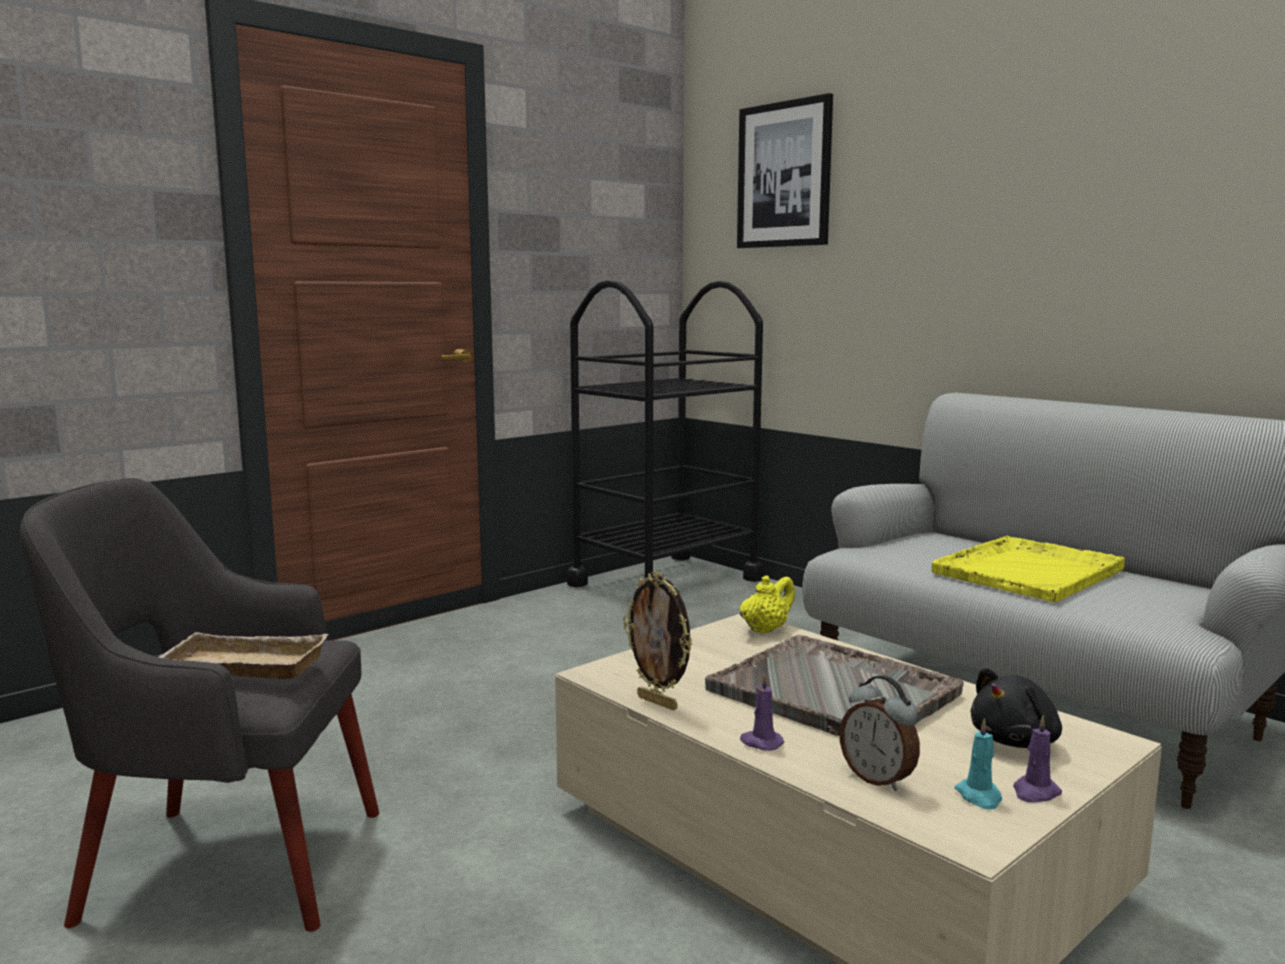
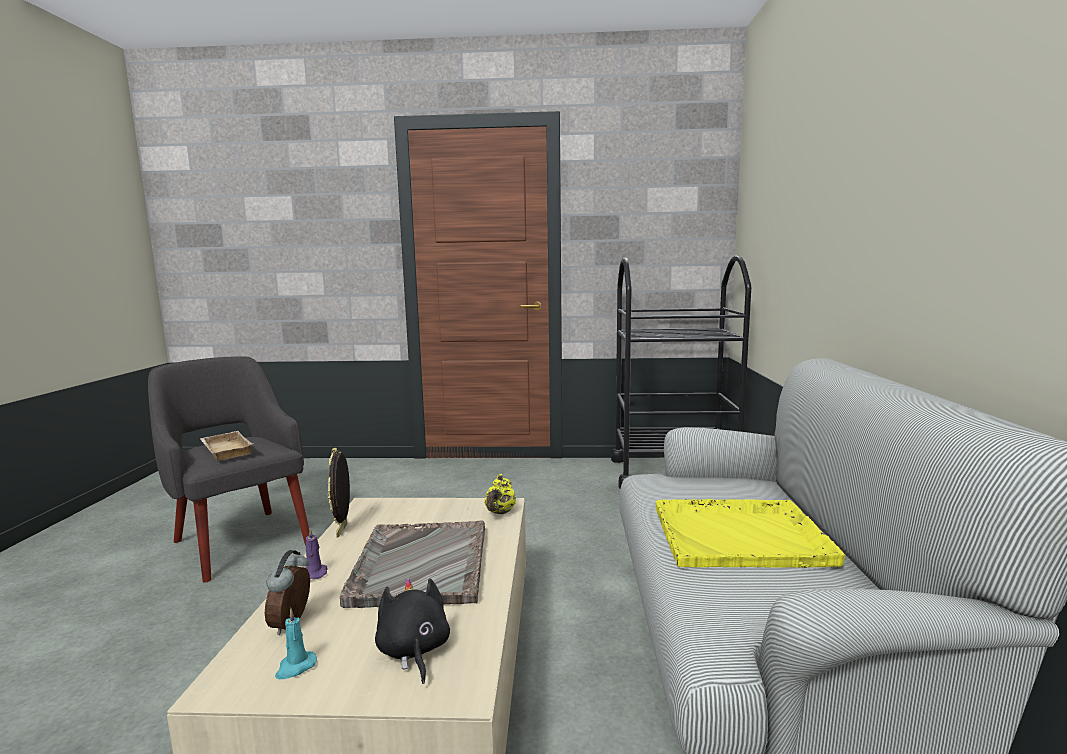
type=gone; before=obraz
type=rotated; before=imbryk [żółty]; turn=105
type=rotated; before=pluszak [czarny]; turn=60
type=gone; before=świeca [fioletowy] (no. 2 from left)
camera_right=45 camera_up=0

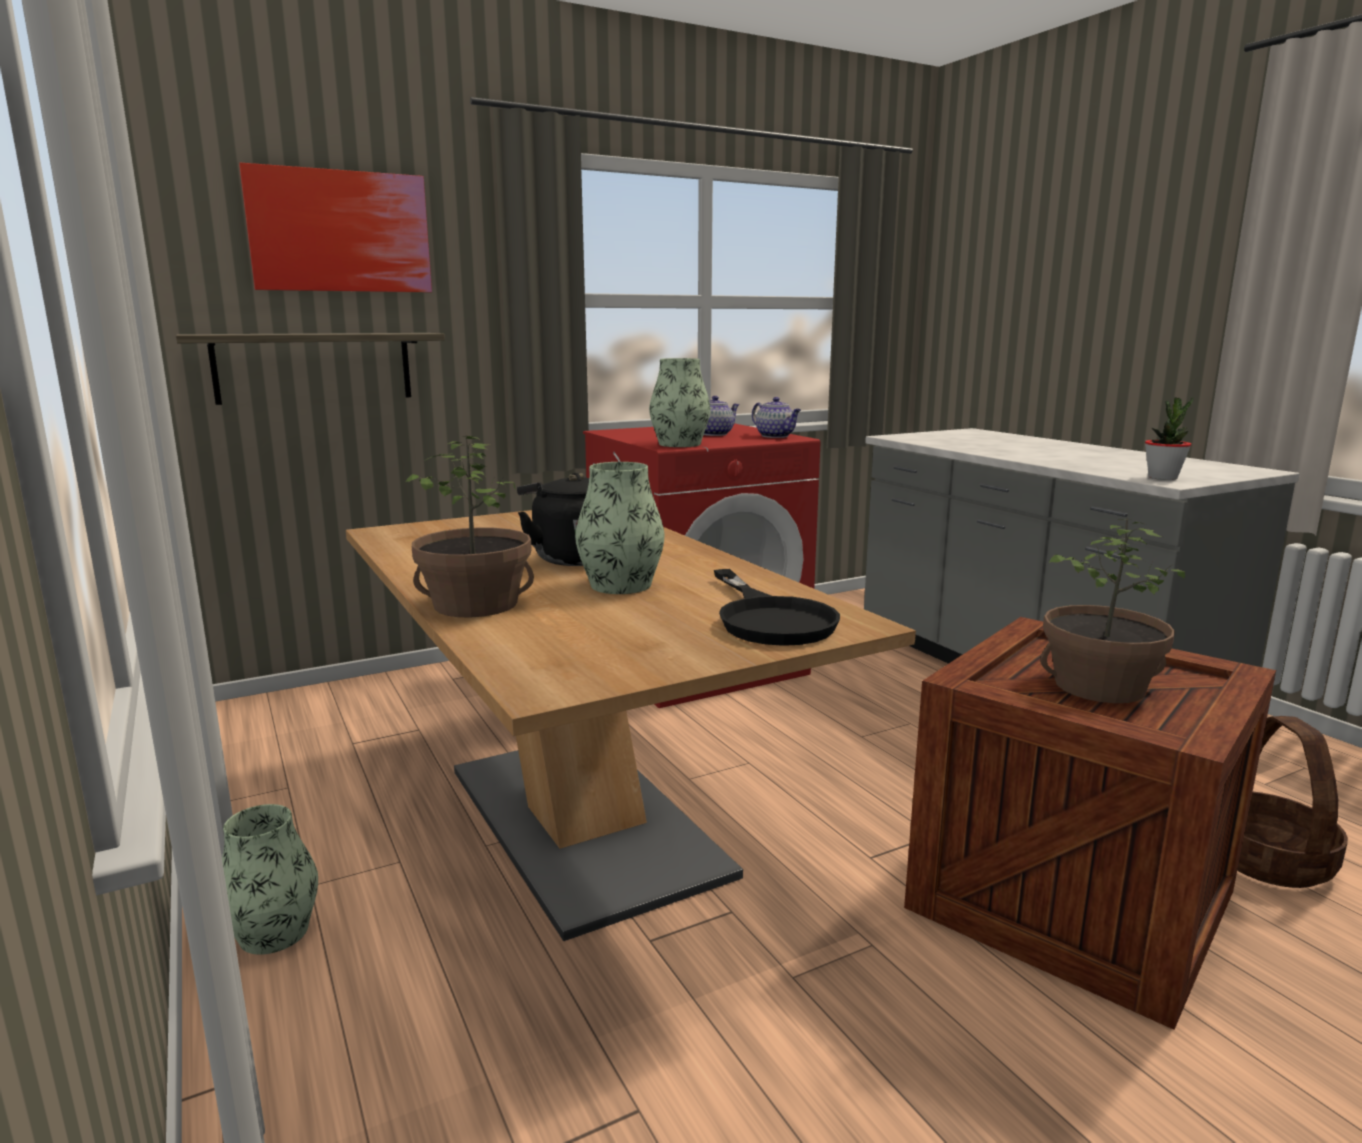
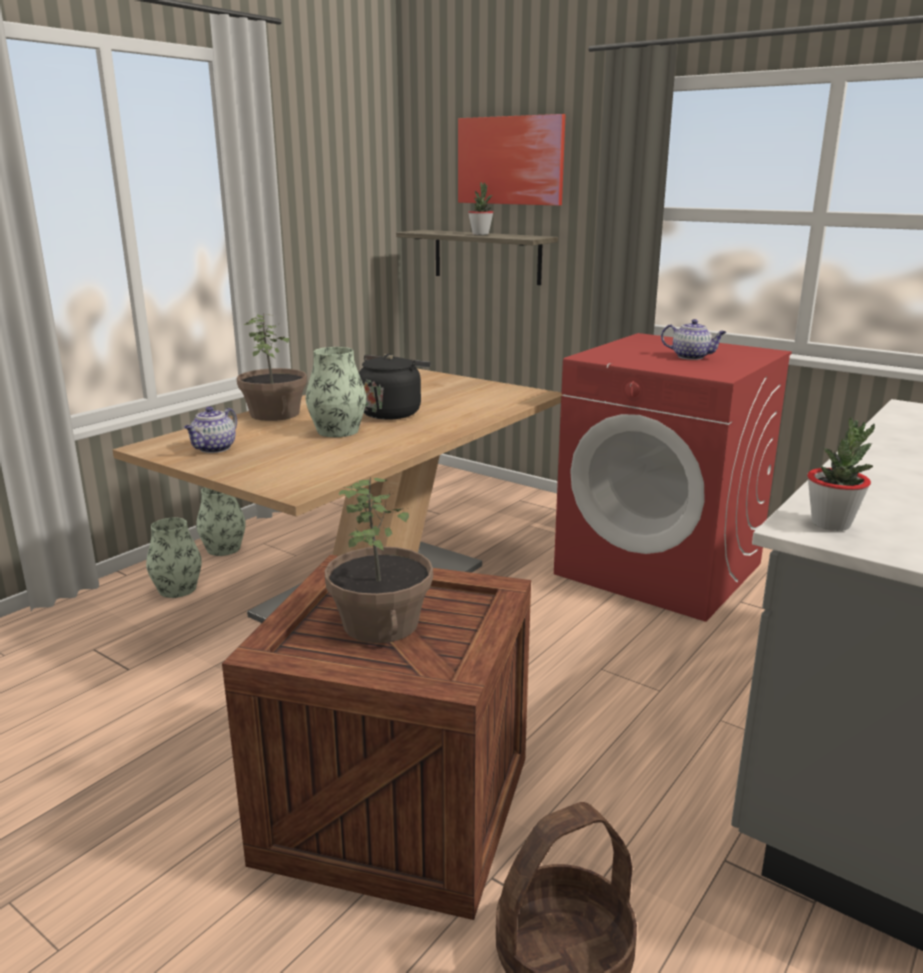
type=shifted; before=wazon (no. 3 from left in the first image); after=wazon (no. 1 from left)
type=shifted; before=imbryk (no. 2 from left in the first image); after=imbryk (no. 1 from left)
type=gone; before=patelnia [czarny]
type=new; after=roślina doniczkowa (no. 3 from left)
camera_right=65 camera_up=5

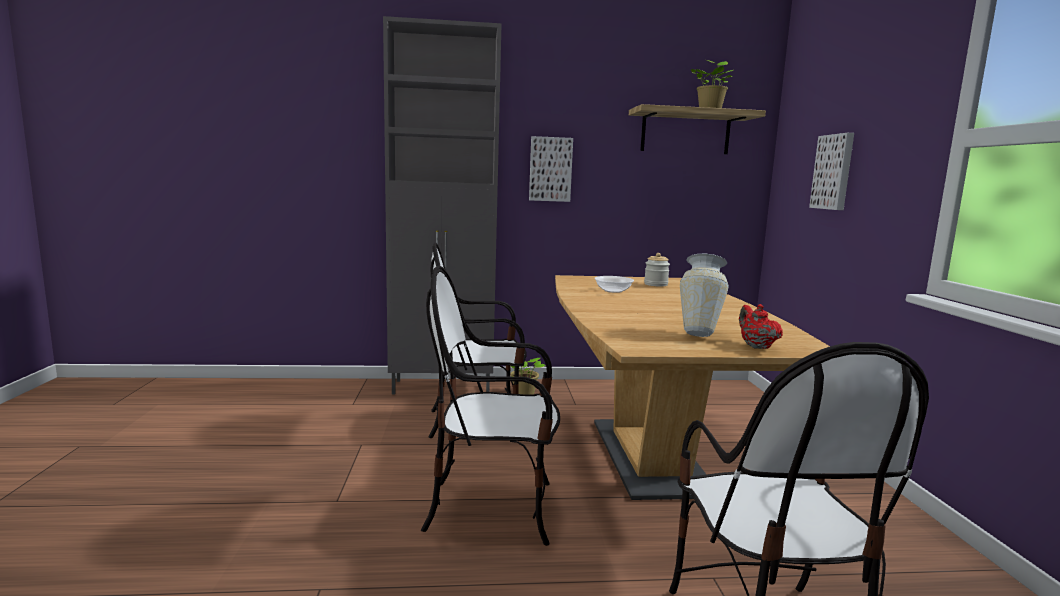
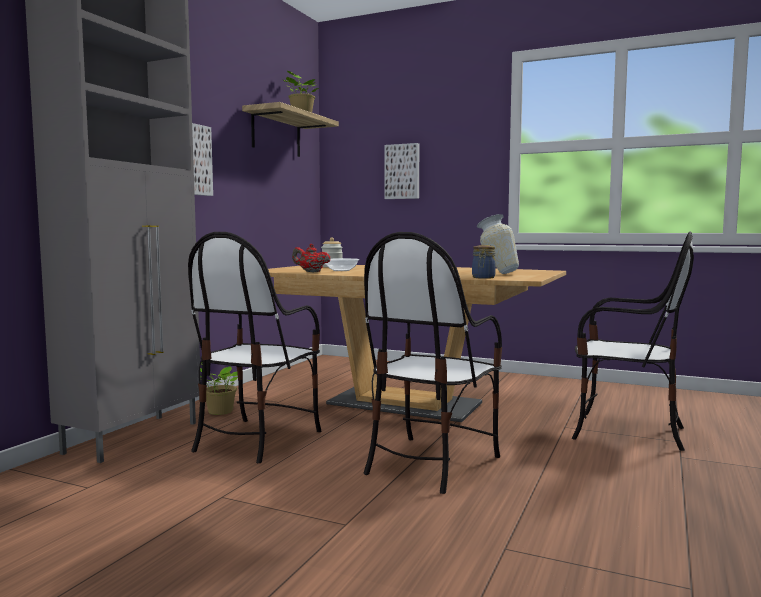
type=shifted; before=imbryk [czerwony]
type=new; after=słoik (no. 2 from left)
camera_right=-60 camera_up=-5

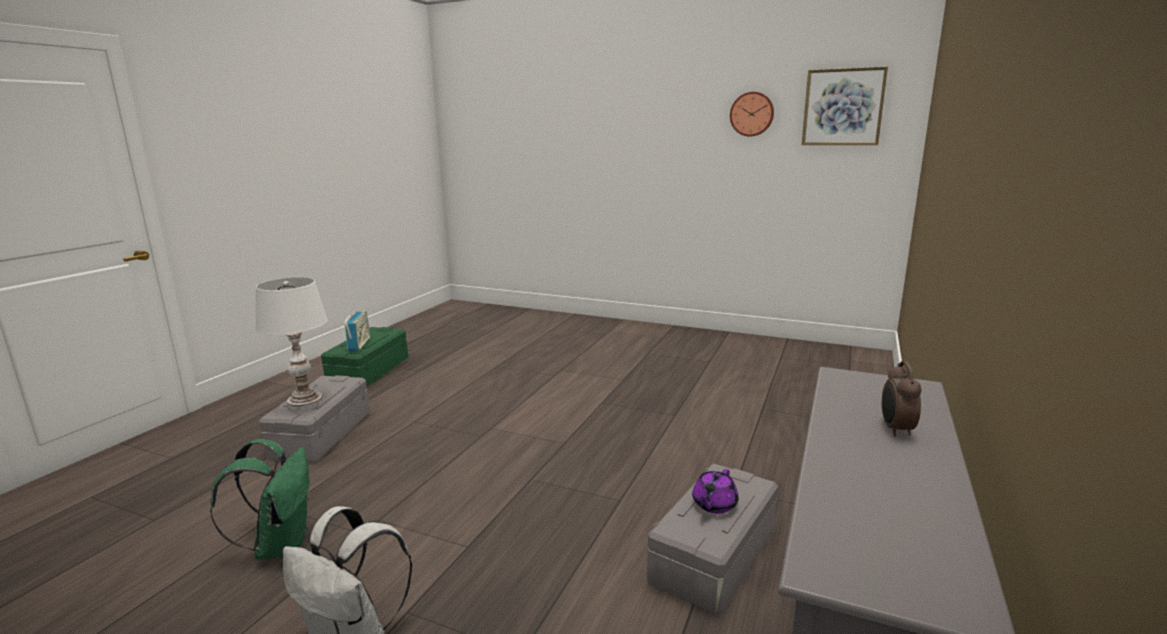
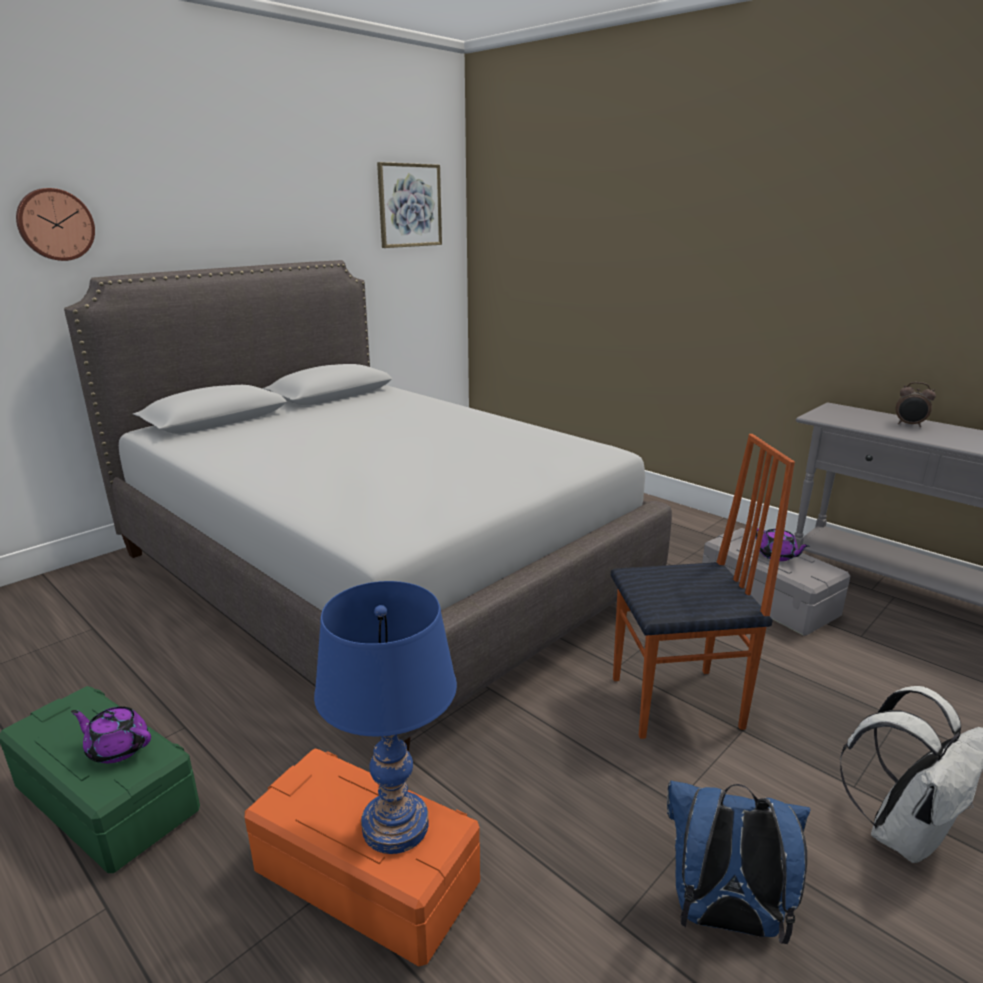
type=shifted; before=zegar ścienny
type=repainted; before=lampa stołowa [biały]; after=lampa stołowa [niebieski]
type=swapped; before=radio; after=imbryk [fioletowy] (no. 1 from left)
type=repainted; before=pojemnik do przechowywania [szary] (no. 1 from left); after=pojemnik do przechowywania [pomarańczowy]
type=repainted; before=plecak [zielony]; after=plecak [niebieski]
type=new; after=łóżko [szary]
type=new; after=krzesło
camera_right=-70 camera_up=5

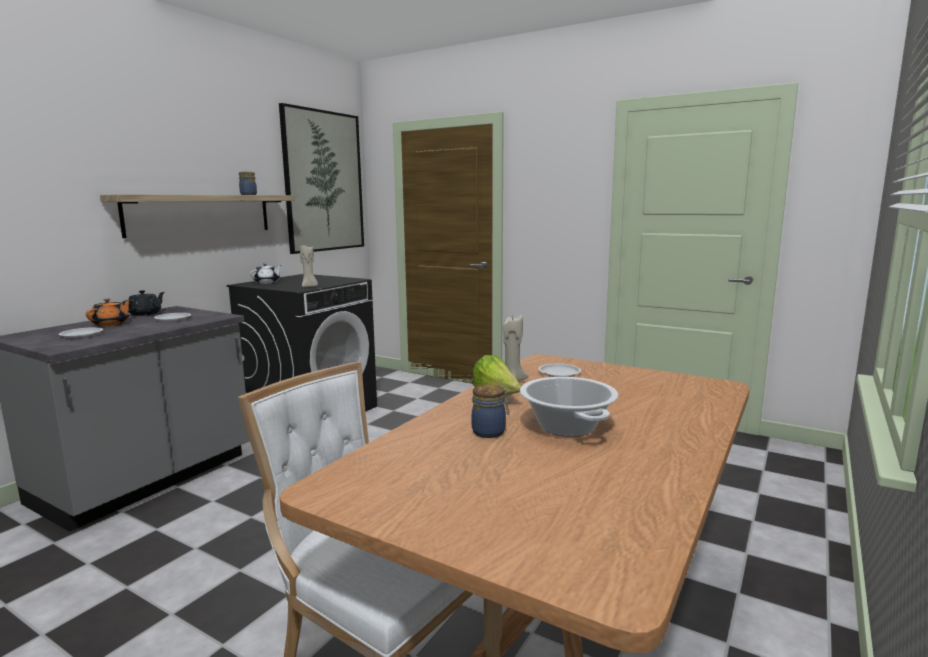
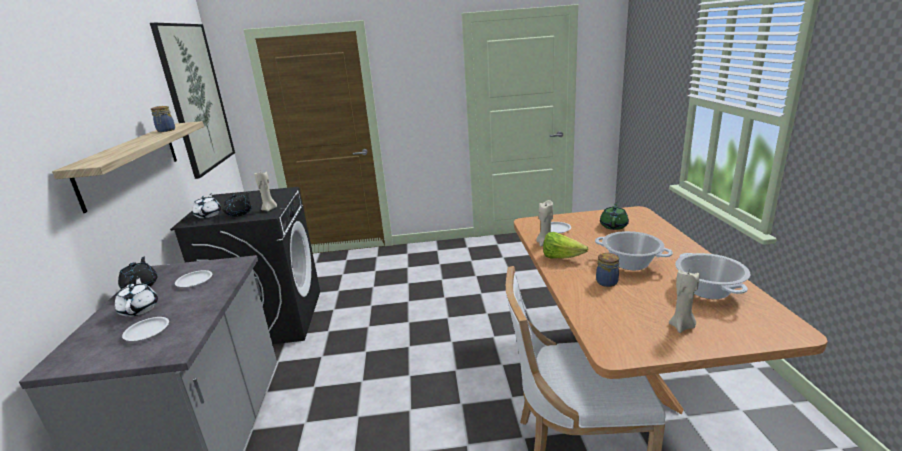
type=repainted; before=imbryk [pomarańczowy]; after=imbryk [biały] (no. 1 from left)
type=new; after=imbryk [czarny] (no. 2 from left)
type=new; after=imbryk [zielony]
type=new; after=garnek (no. 2 from left)
type=new; after=świeca [beżowy] (no. 3 from left)
camera_right=-35 camera_up=10

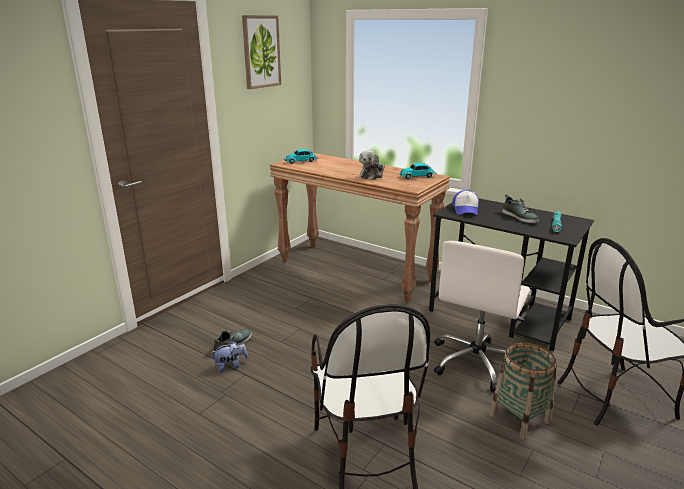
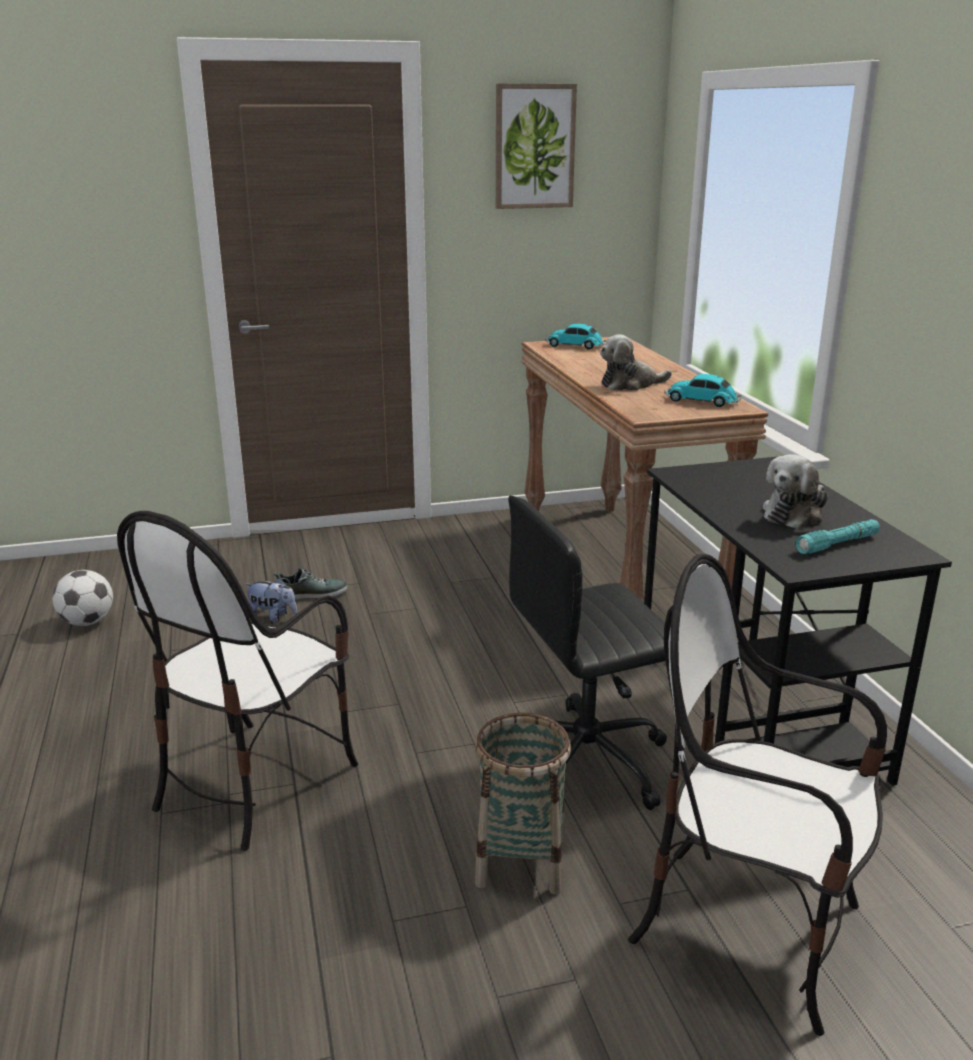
type=gone; before=czapka z daszkiem
type=swapped; before=but (no. 2 from left); after=pluszak (no. 3 from left)
type=repainted; before=krzesło biurowe [biały]; after=krzesło biurowe [czarny]
type=new; after=piłka futbolowa
camera_right=40 camera_up=0

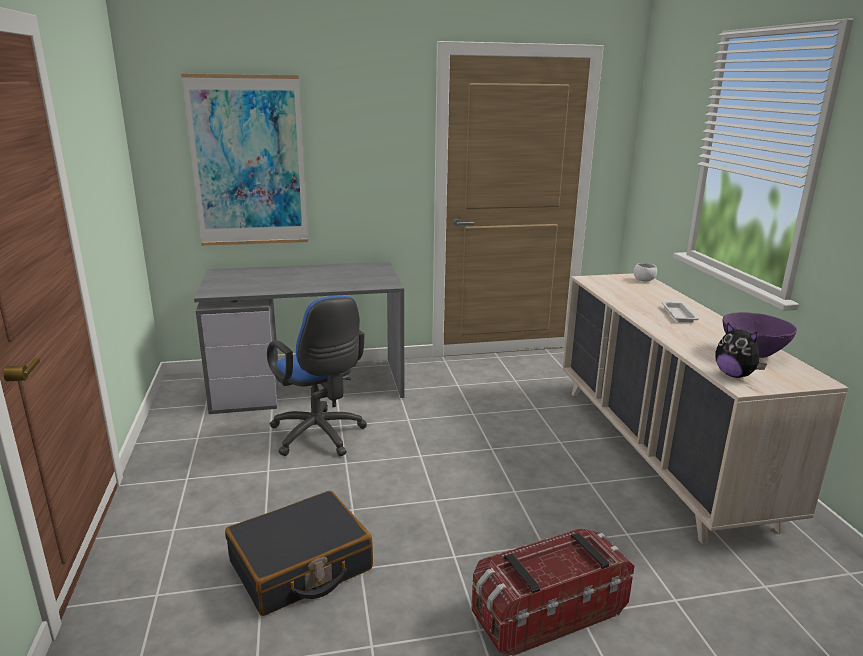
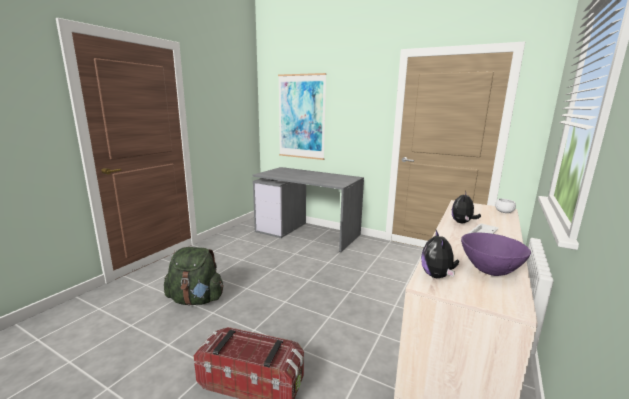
type=gone; before=krzesło biurowe [niebieski]
type=swapped; before=walizka [czarny]; after=plecak [zielony]
type=new; after=pluszak (no. 2 from left)
camera_right=40 camera_up=-5

